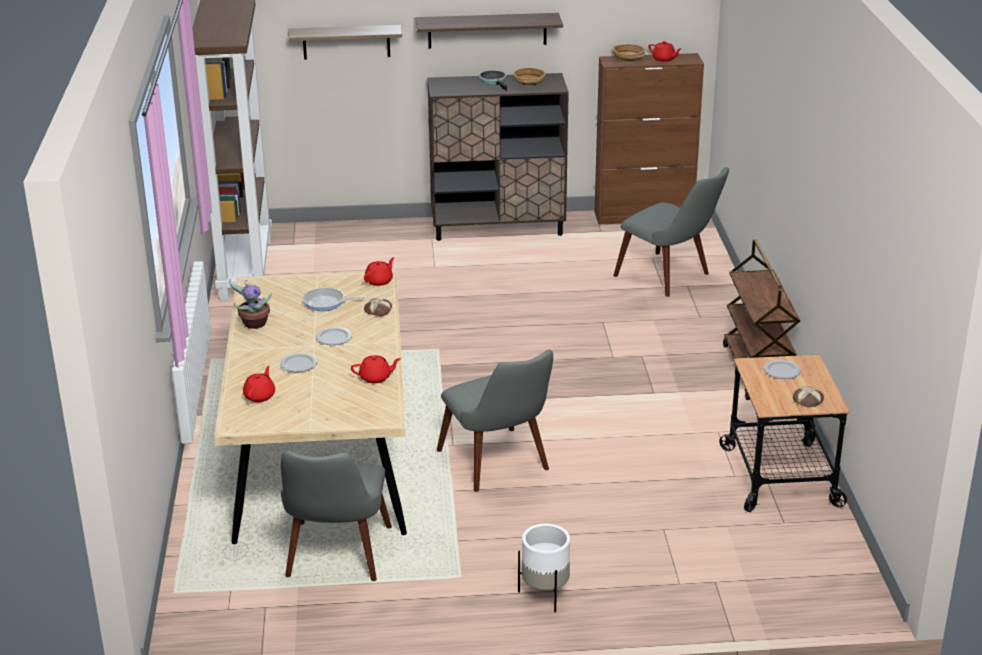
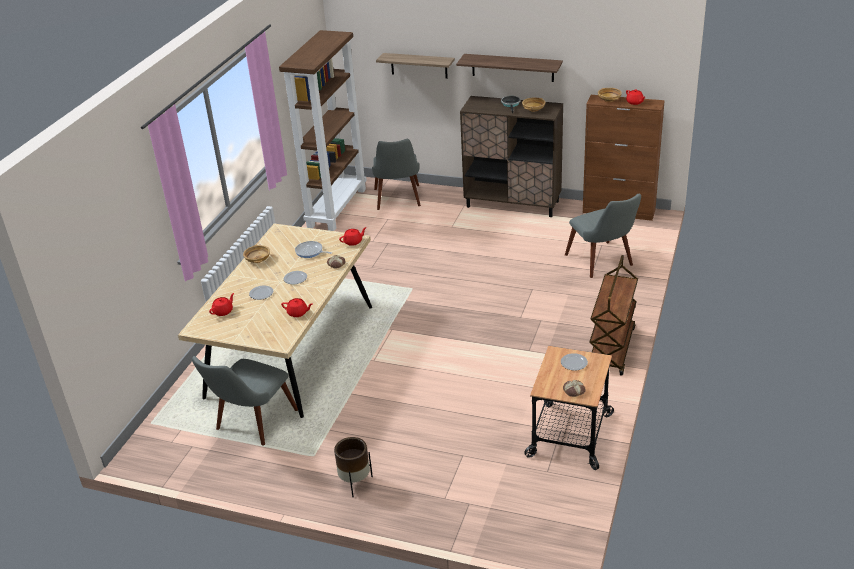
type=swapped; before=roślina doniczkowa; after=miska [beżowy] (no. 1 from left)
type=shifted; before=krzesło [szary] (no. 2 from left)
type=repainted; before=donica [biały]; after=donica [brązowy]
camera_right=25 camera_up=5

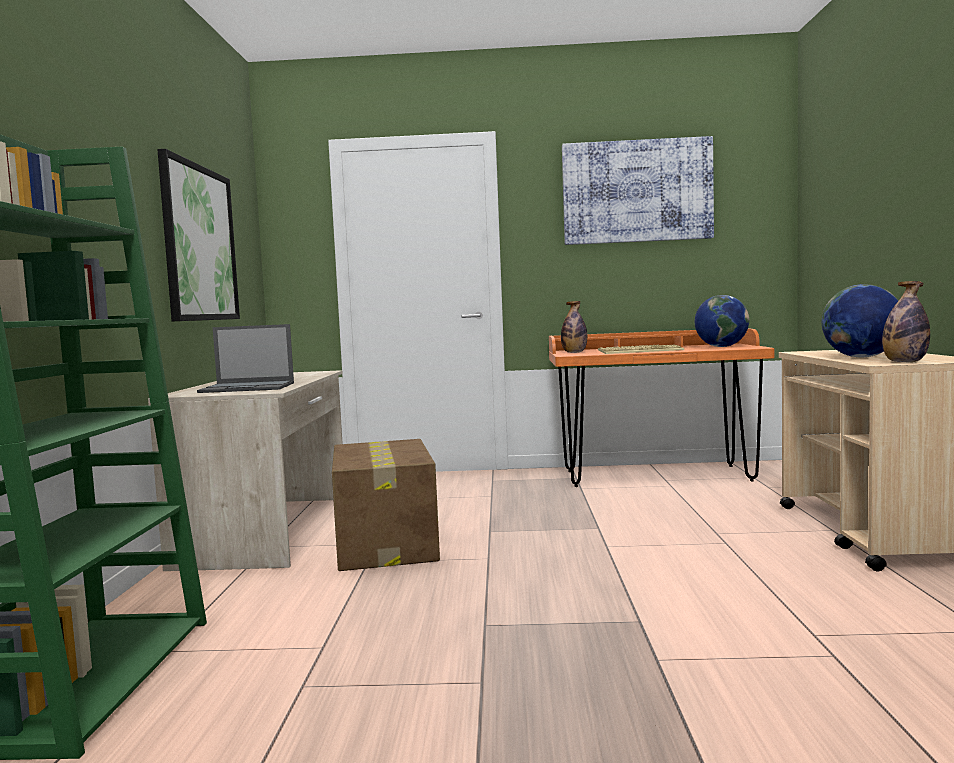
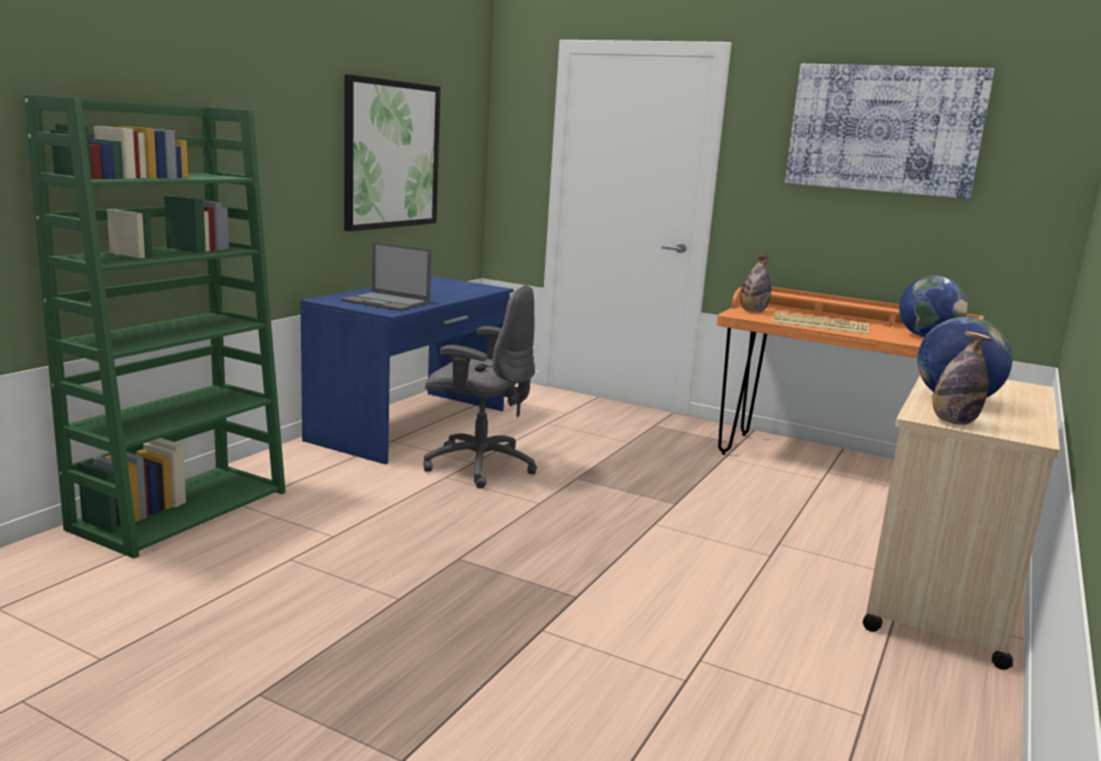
type=repainted; before=biurko [beżowy]; after=biurko [niebieski]
type=swapped; before=karton; after=krzesło biurowe [szary]
camera_right=25 camera_up=10

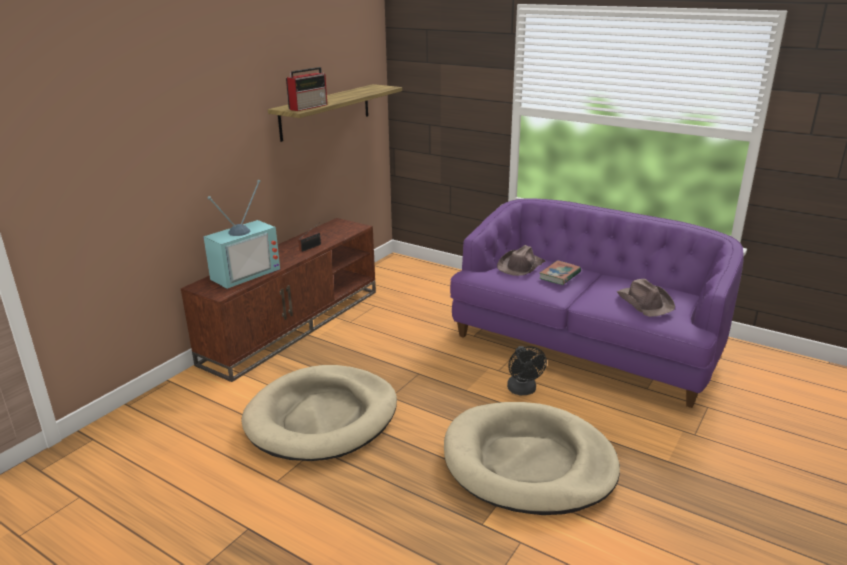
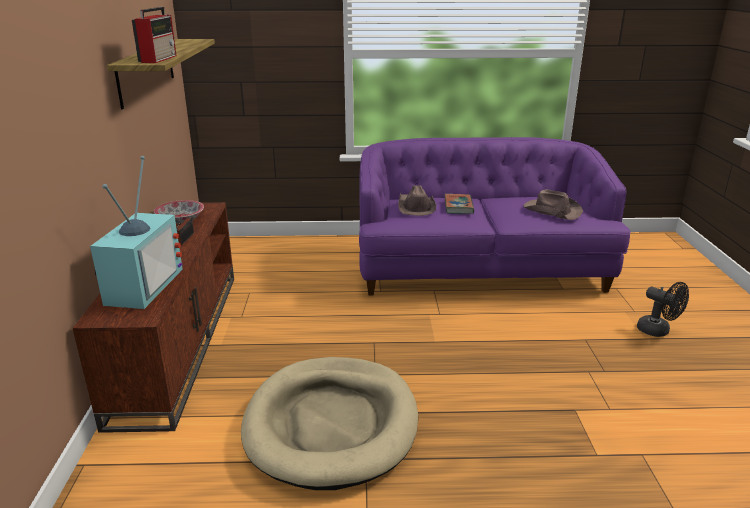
type=shifted; before=wentylator [czarny]
type=gone; before=legowisko [beżowy] (no. 2 from left)
type=new; after=miska
camera_right=-35 camera_up=0

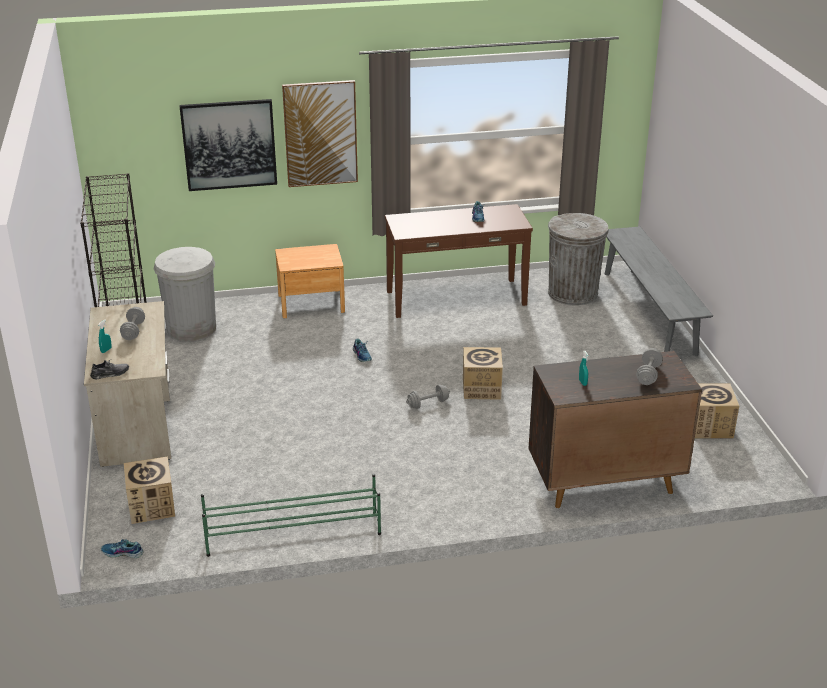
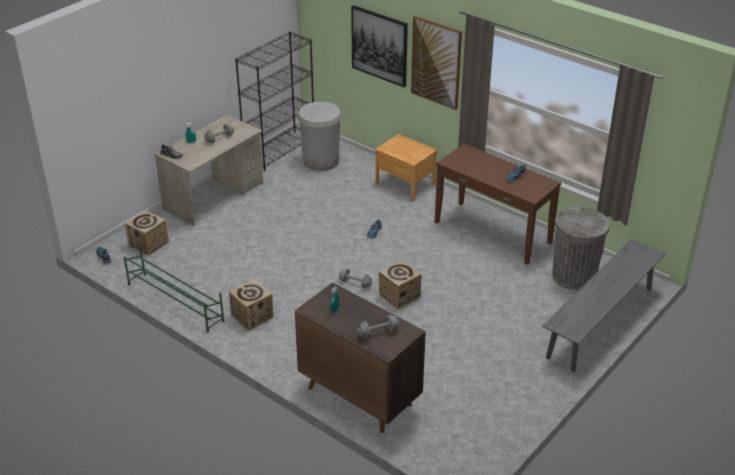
type=shifted; before=karton (no. 3 from left in the first image); after=karton (no. 2 from left)
camera_right=50 camera_up=5

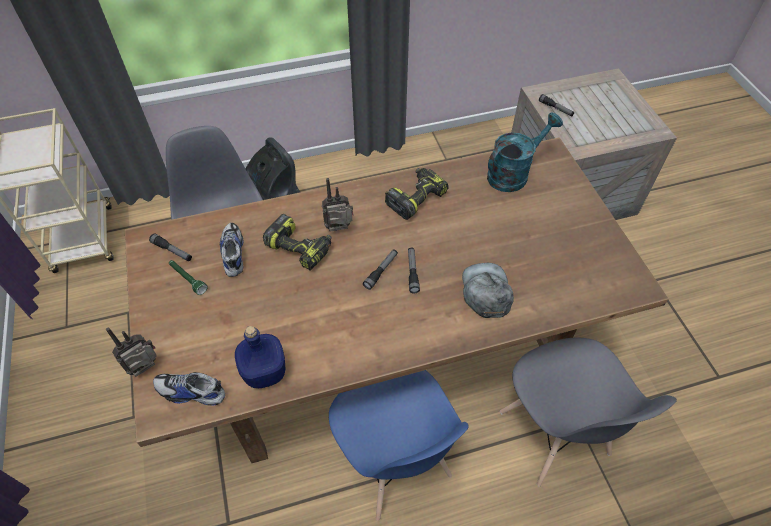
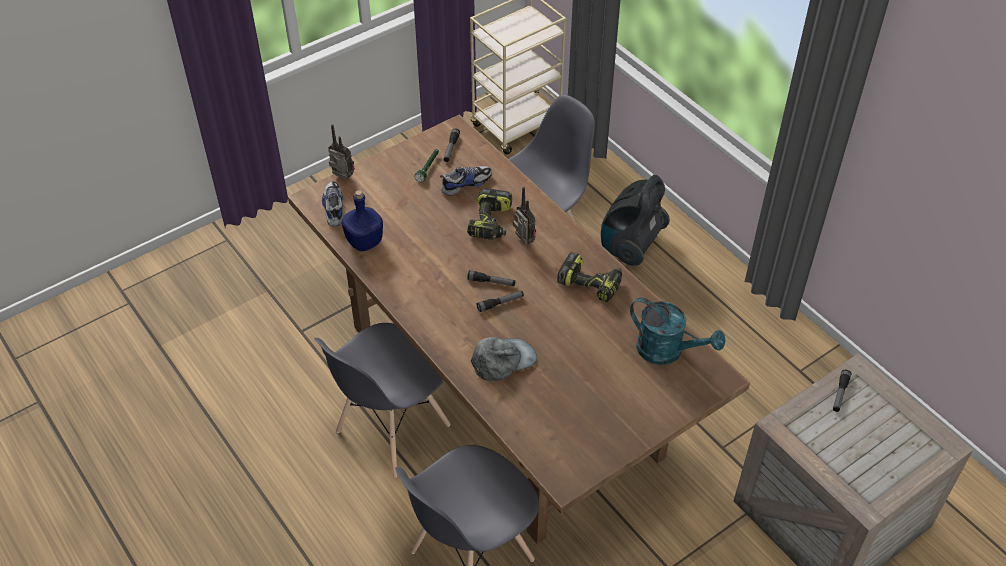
type=repainted; before=krzesło [niebieski]; after=krzesło [szary] (no. 1 from left)
camera_right=70 camera_up=-5

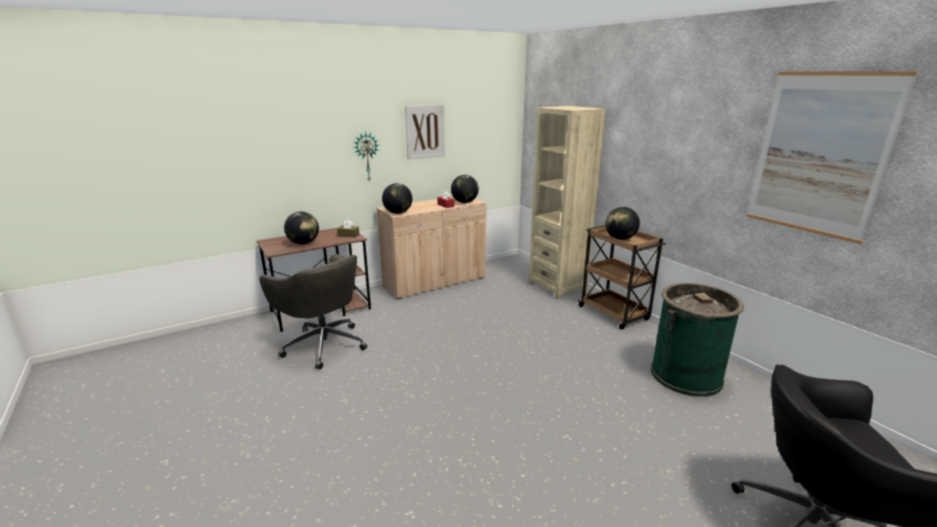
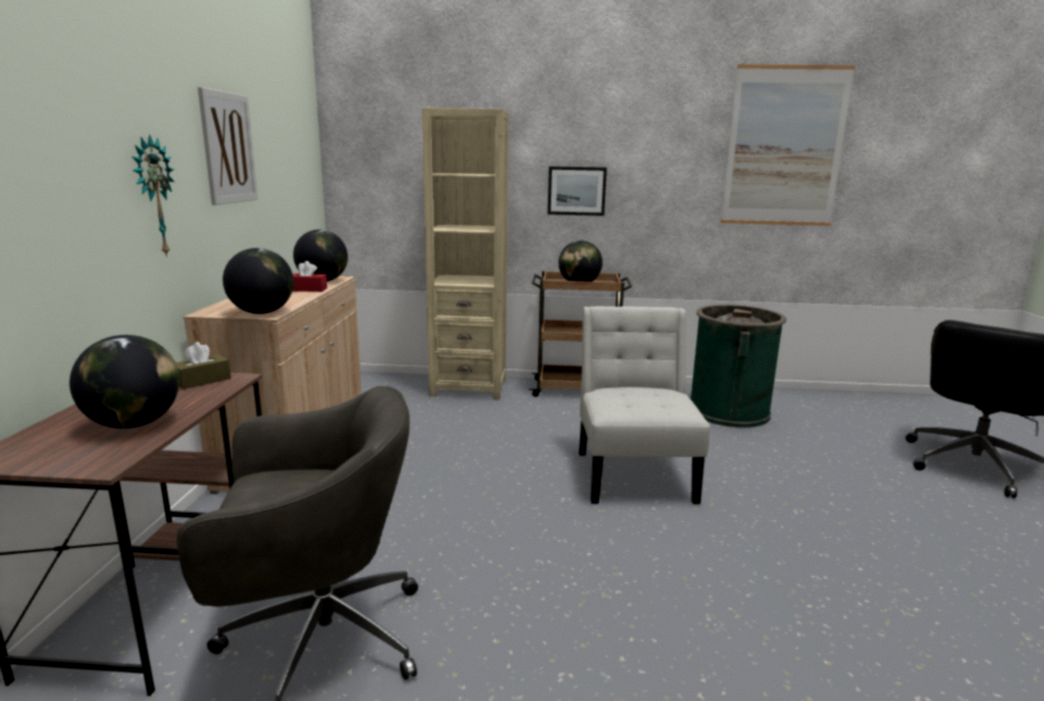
type=new; after=obraz (no. 2 from left)
type=new; after=krzesło [biały]
camera_right=-55 camera_up=-5

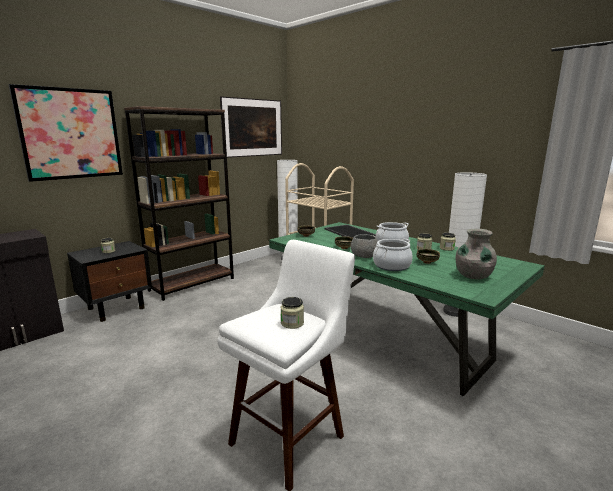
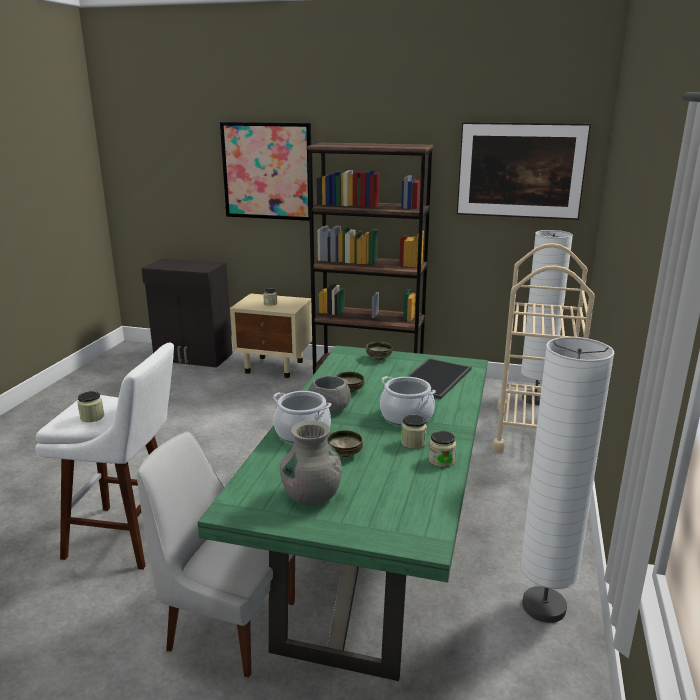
type=repainted; before=szafka nocna [czarny]; after=szafka nocna [beżowy]
type=new; after=krzesło [biały]
camera_right=60 camera_up=5

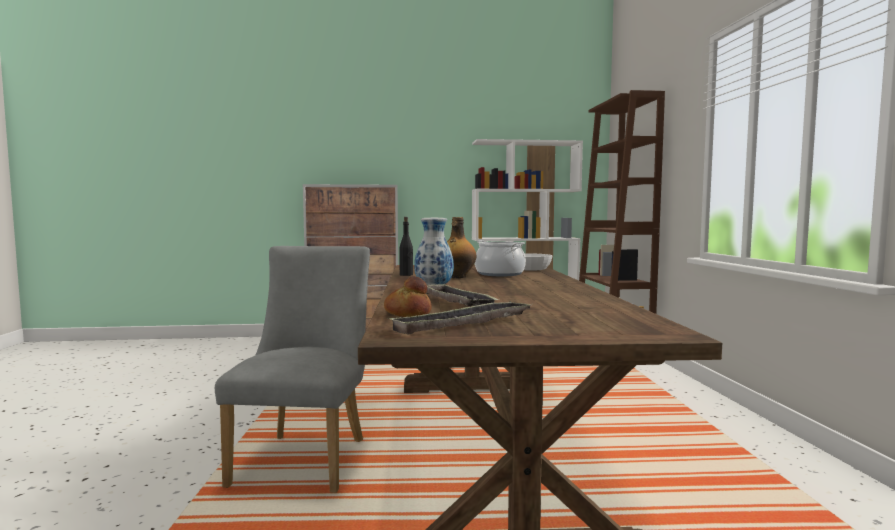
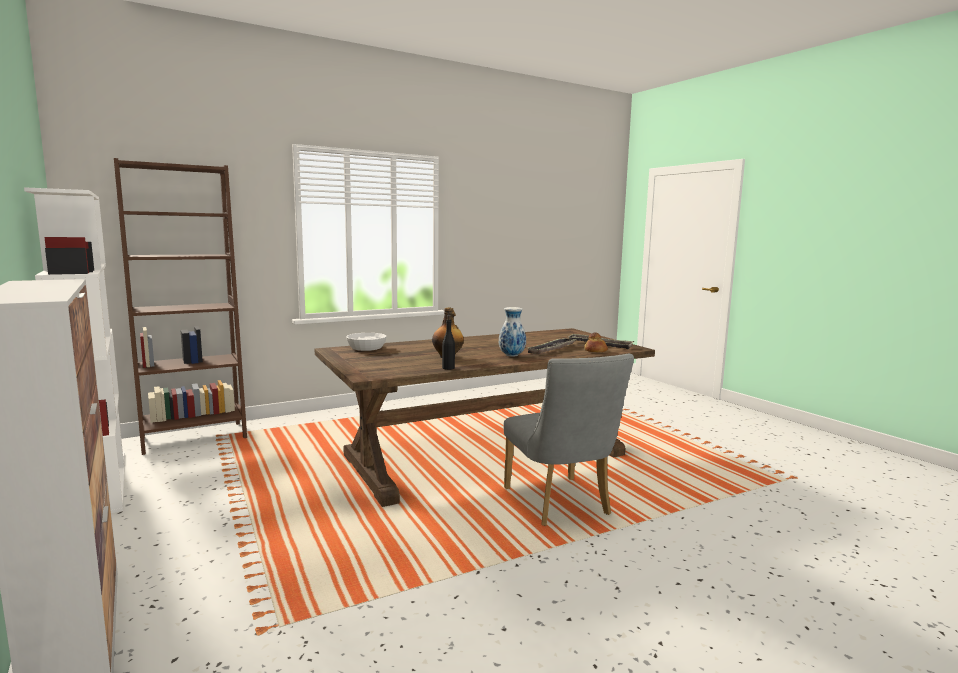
type=gone; before=garnek
type=rotated; before=krzesło [szary]; turn=-90
camera_right=-115 camera_up=5

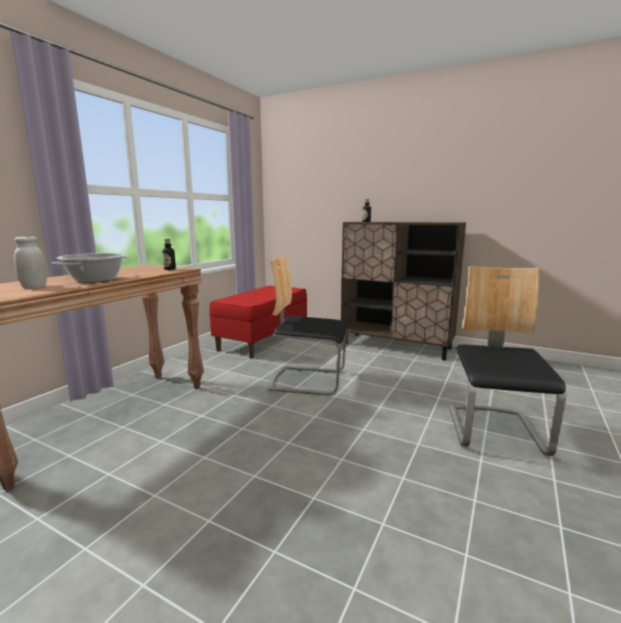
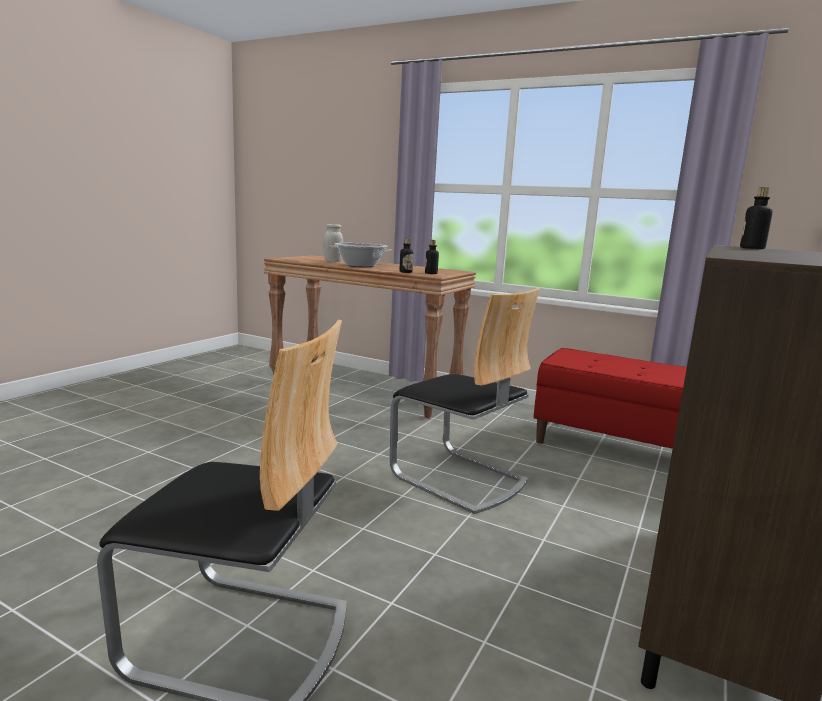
type=rotated; before=krzesło (no. 1 from left in the first image); turn=120
type=new; after=butelka (no. 1 from left)
camera_right=90 camera_up=0

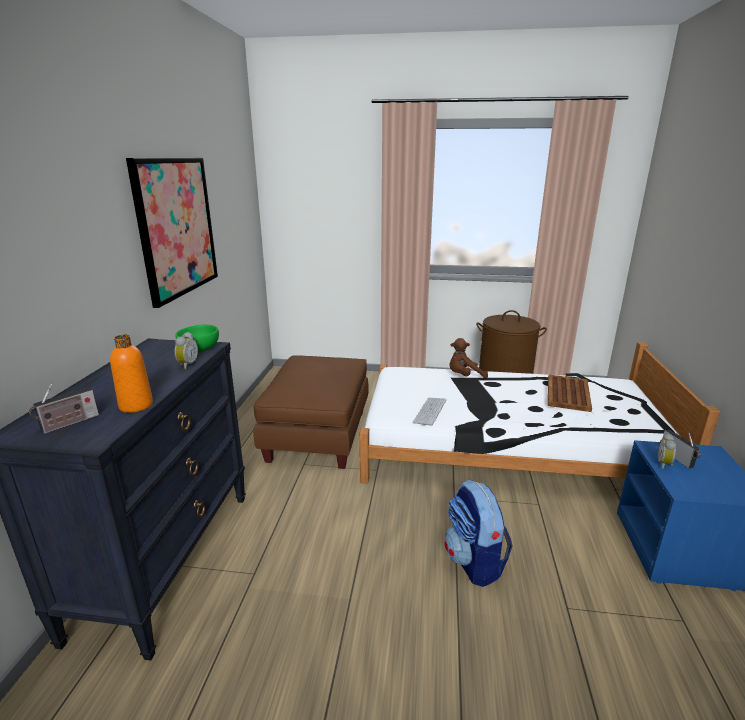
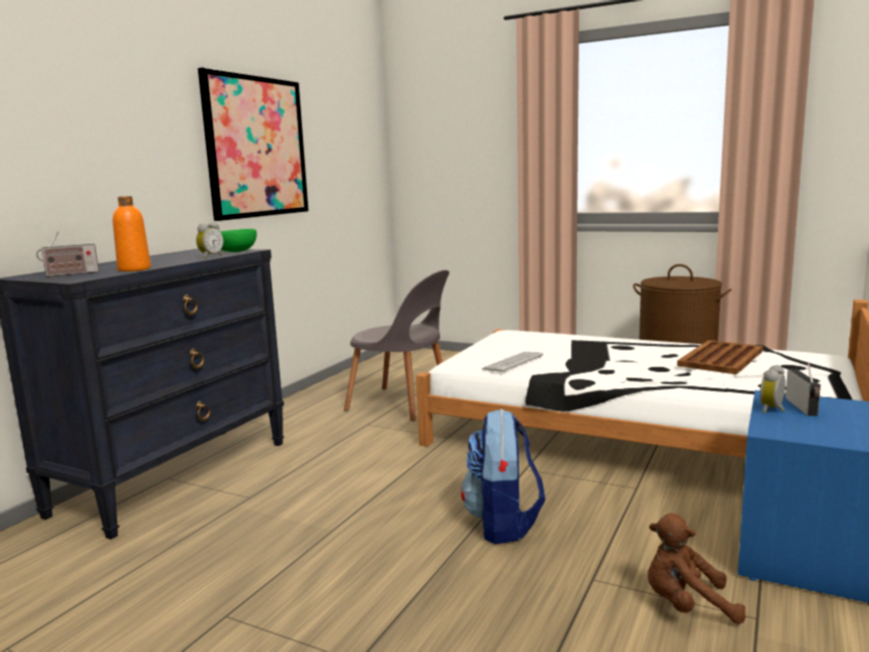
type=shifted; before=pluszak [brązowy]
type=swapped; before=pufa [brązowy]; after=krzesło [szary]
camera_right=20 camera_up=-10

